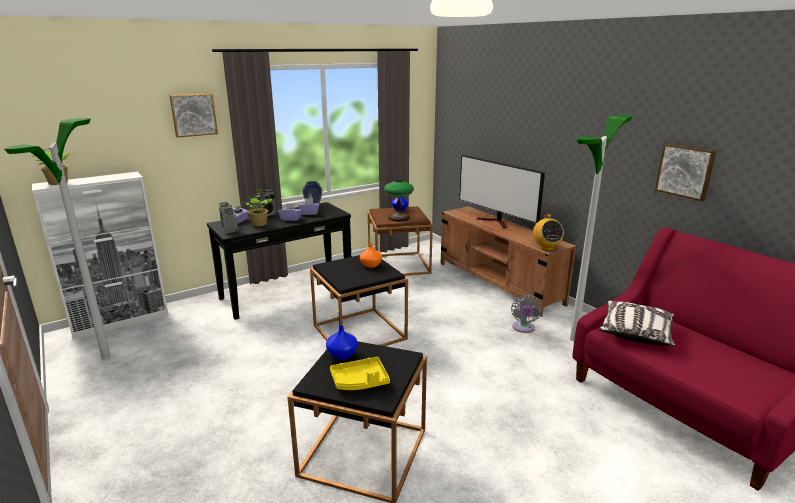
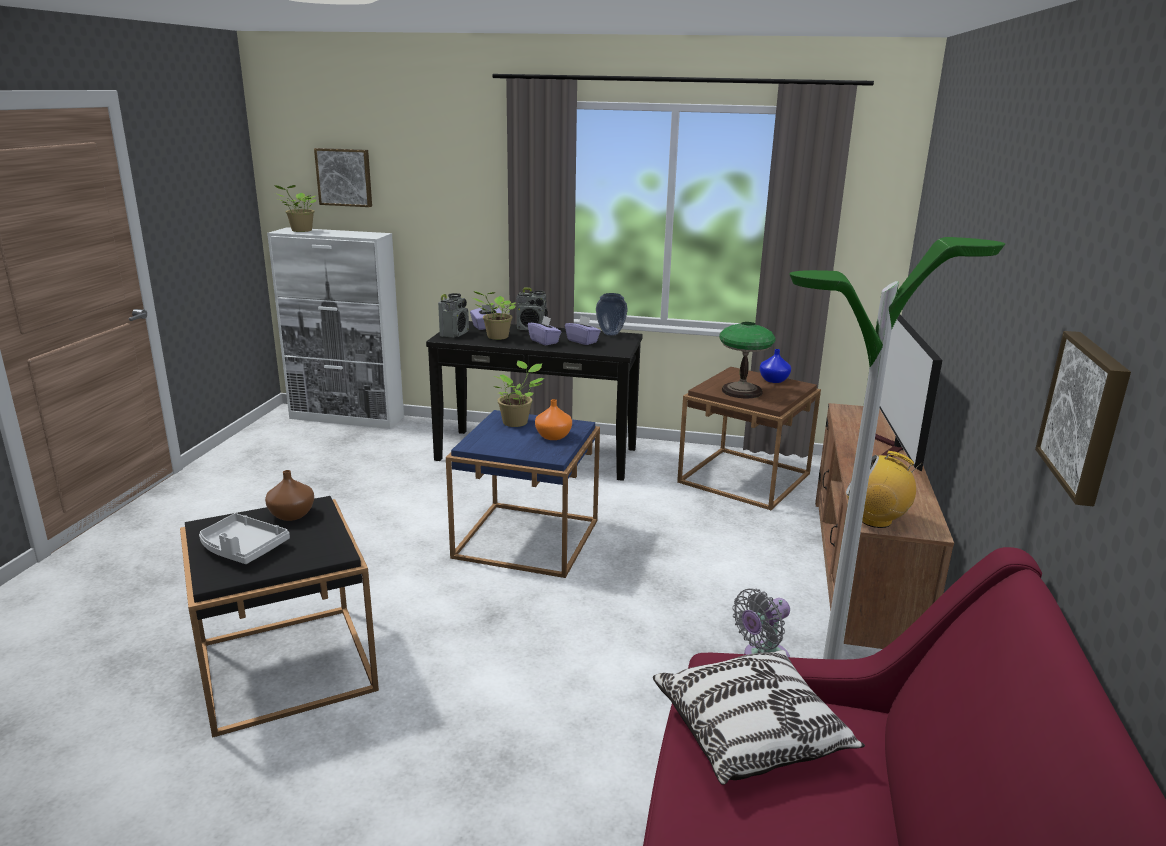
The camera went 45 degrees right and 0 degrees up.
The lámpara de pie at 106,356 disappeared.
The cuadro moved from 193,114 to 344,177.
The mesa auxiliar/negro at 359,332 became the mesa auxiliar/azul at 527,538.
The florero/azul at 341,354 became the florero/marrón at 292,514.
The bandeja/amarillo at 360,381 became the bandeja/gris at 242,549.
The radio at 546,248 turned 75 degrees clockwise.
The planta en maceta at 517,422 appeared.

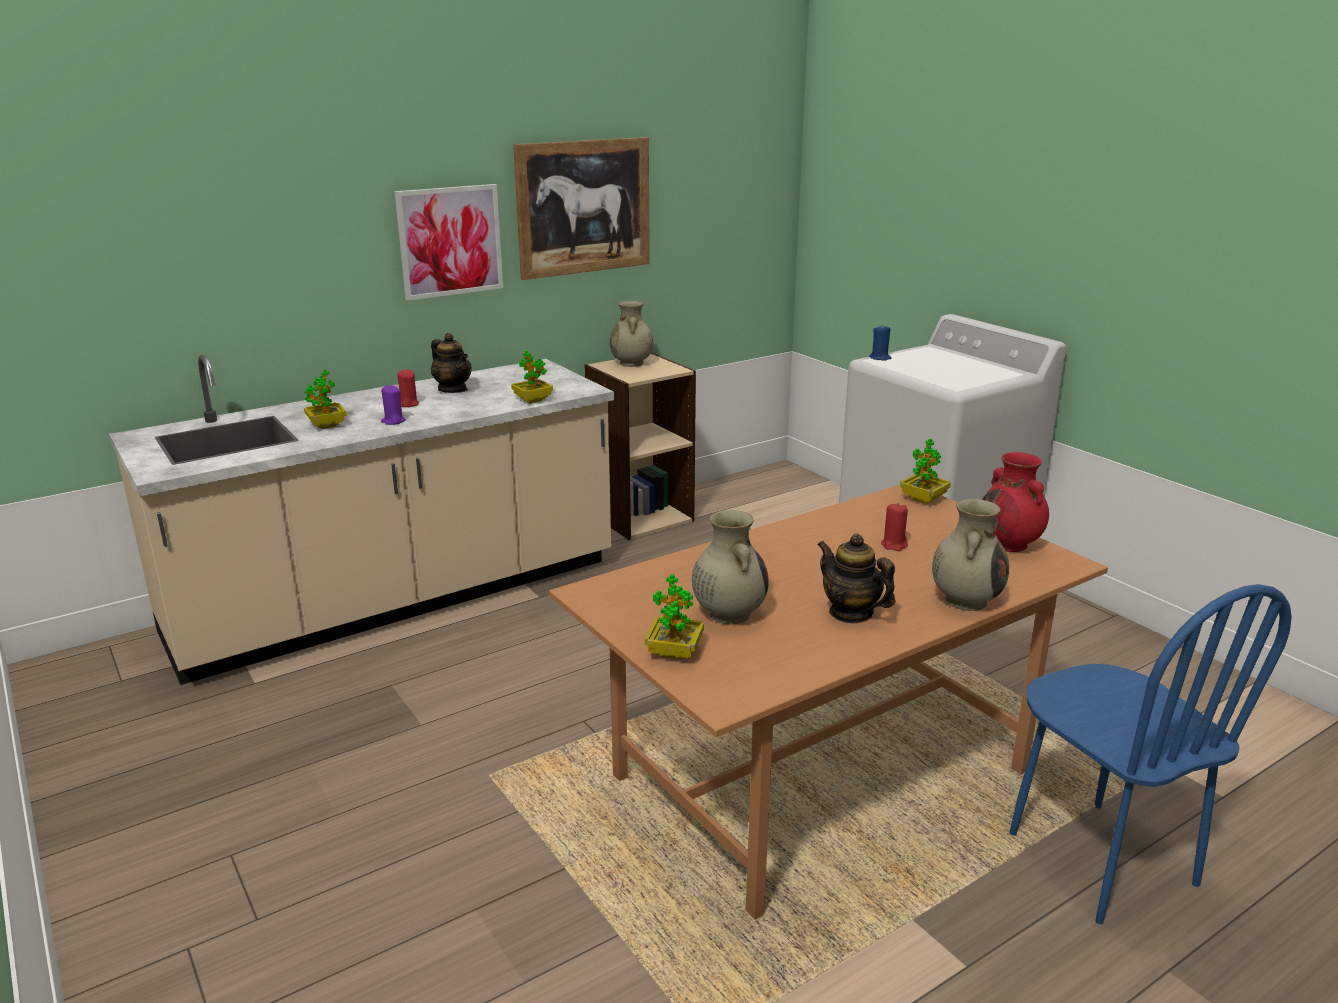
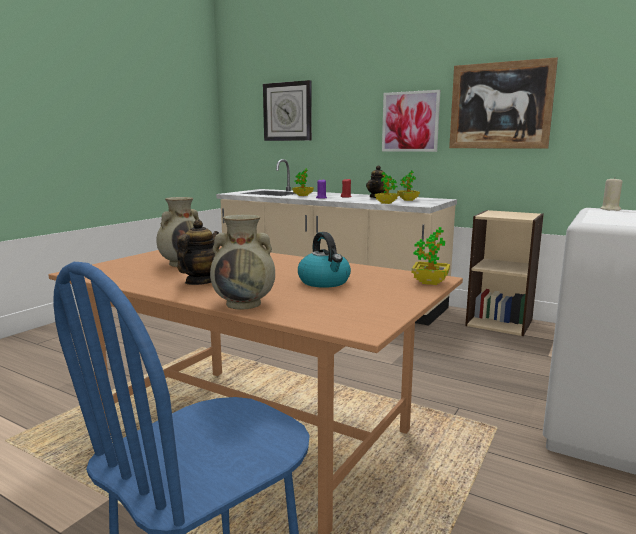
The camera went 65 degrees right and 10 degrees down.
The florero/beis at 632,363 disappeared.
The planta en maceta moved from 674,652 to 408,200.
The vela/azul at 880,358 became the vela/beis at 610,209.
The vela/rojo at 894,545 was replaced by the hervidor at 324,282.
The florero/rojo at 1009,544 disappeared.
The reloj de pared at 287,111 appeared.

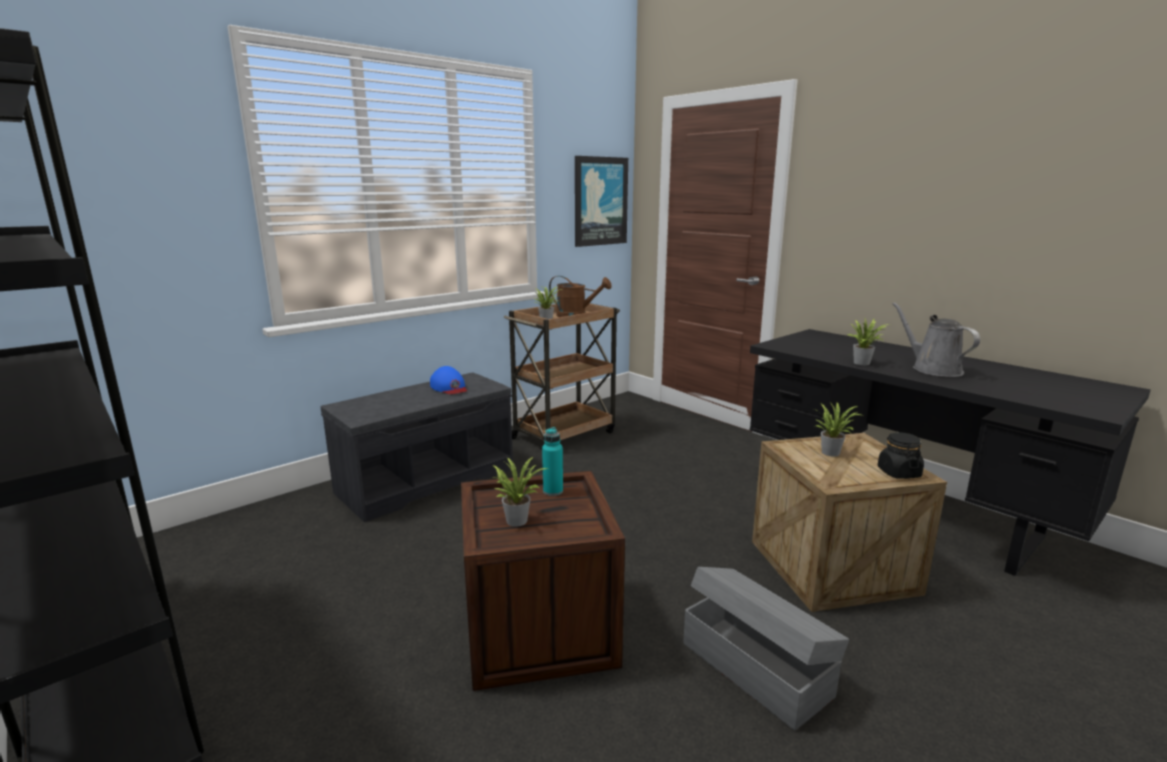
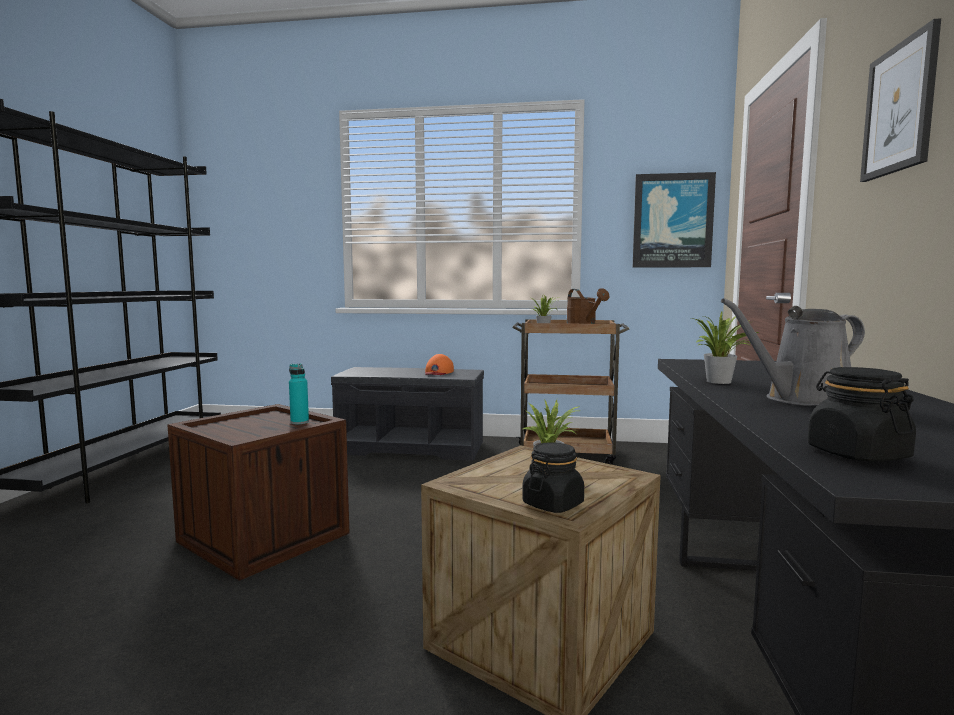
The camera went 50 degrees right and 10 degrees down.
The gorra/azul at 449,387 became the gorra/naranja at 438,372.
The planta en maceta at 517,519 disappeared.
The caja de almacenaje/gris at 755,667 disappeared.
The regadera/gris at 932,369 turned 135 degrees counterclockwise.
The tarro/negro at 856,454 appeared.
The cuadro at 899,108 appeared.

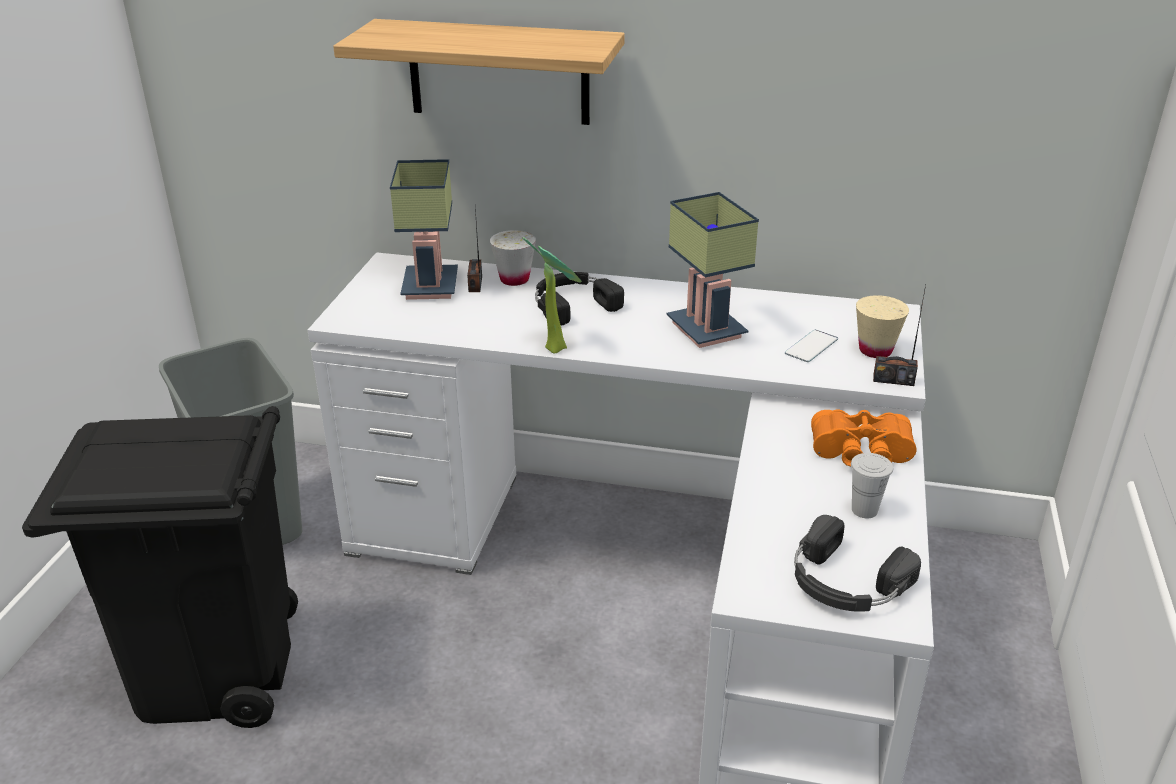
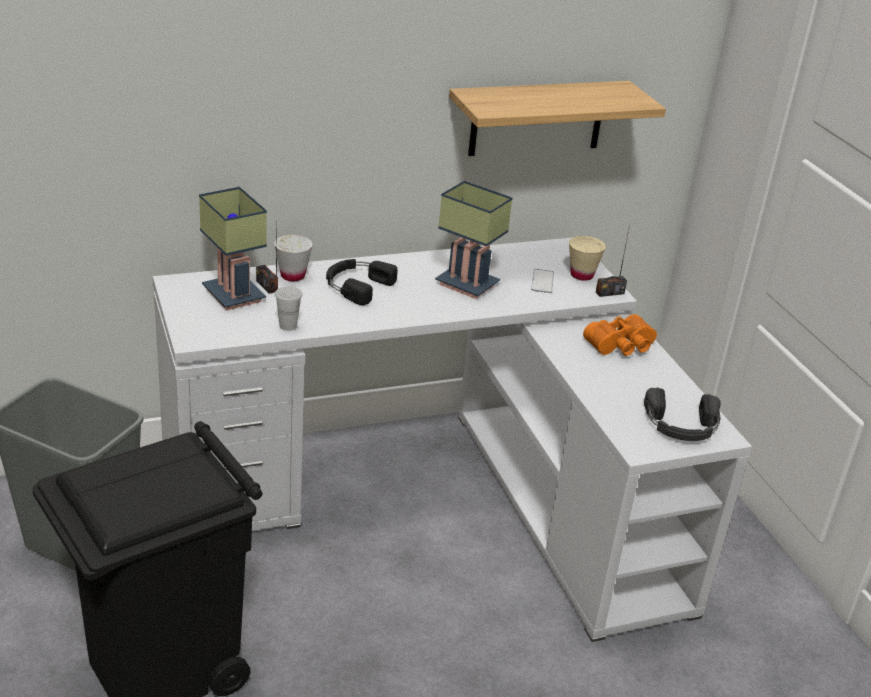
The camera went 35 degrees left and 0 degrees up.
The estante moved from 498,72 to 537,118.
The planta en maceta at 556,346 disappeared.
The taza/blanco moved from 864,510 to 288,326.

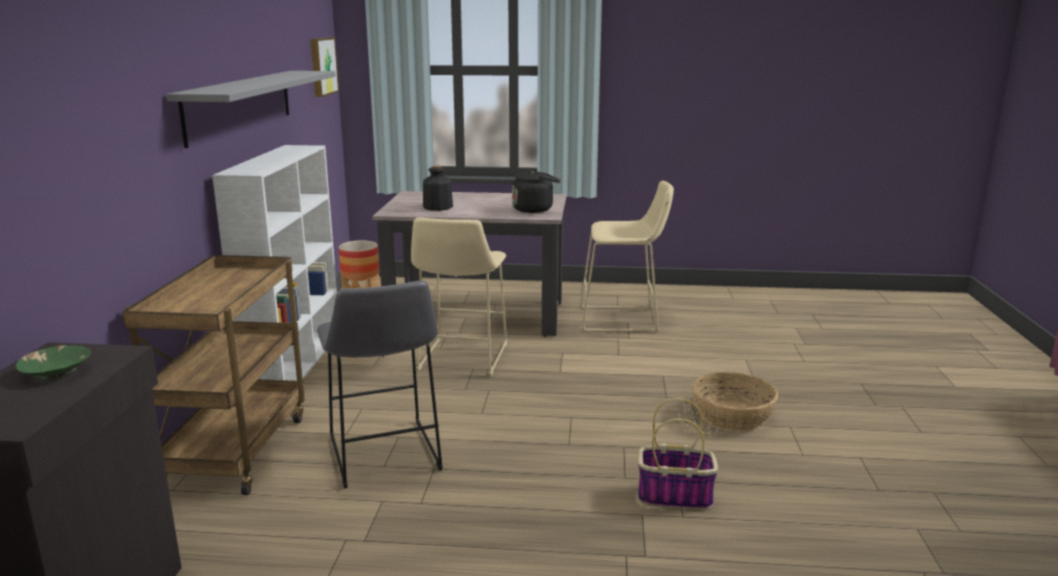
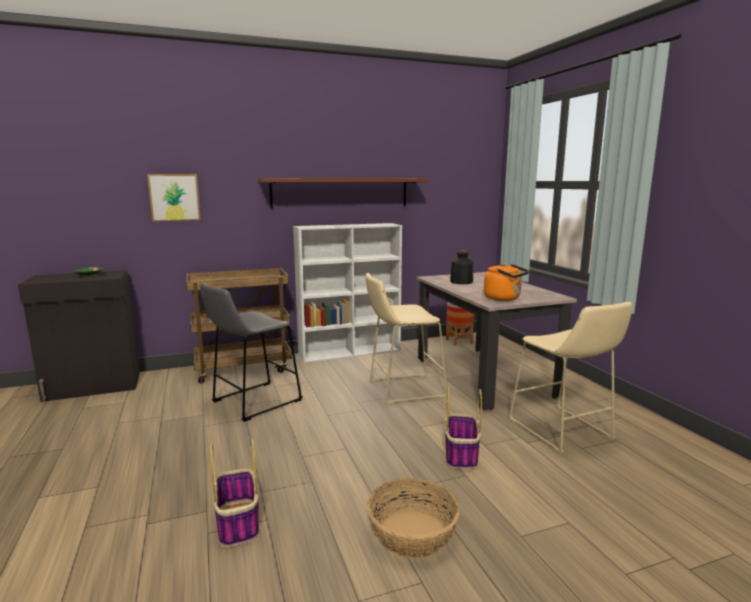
The camera went 65 degrees right and 5 degrees down.
The estante/gris at 240,105 became the estante/marrón at 340,192.
The cuadro moved from 322,66 to 174,197.
The hervidor/negro at 535,209 became the hervidor/naranja at 504,298.
The cesta at 461,455 appeared.

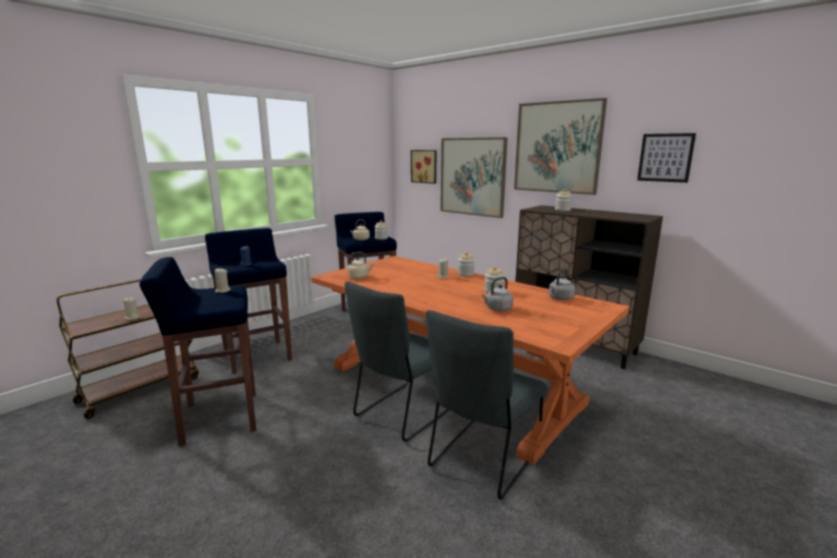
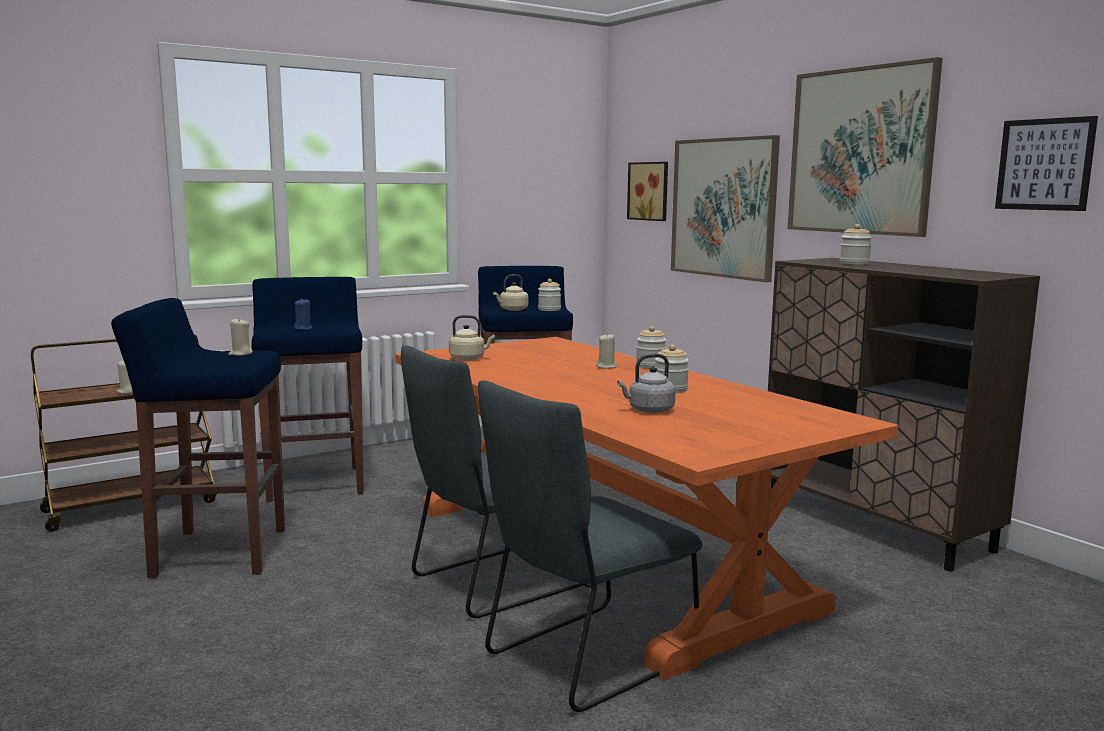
The camera went 15 degrees right and 5 degrees down.
The hervidor/gris at 560,298 disappeared.

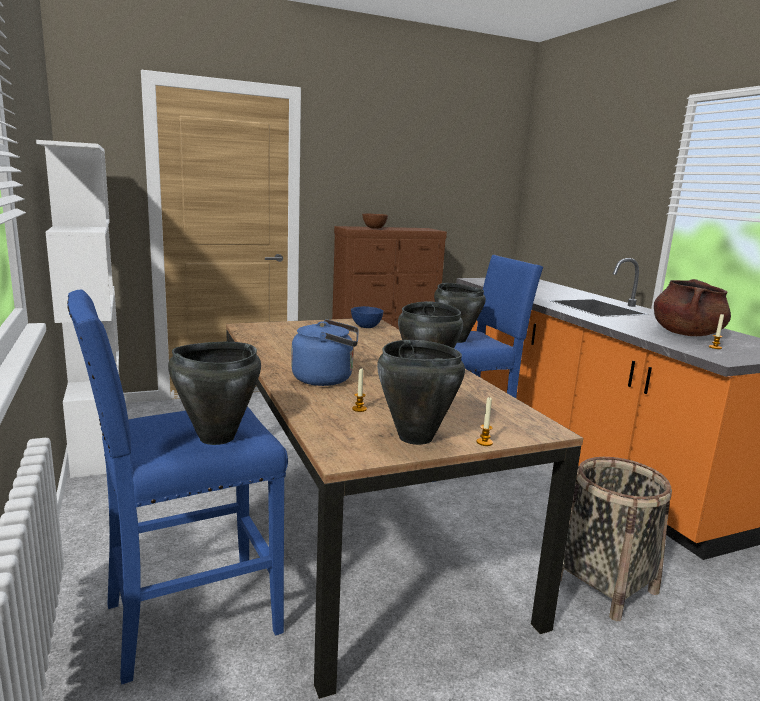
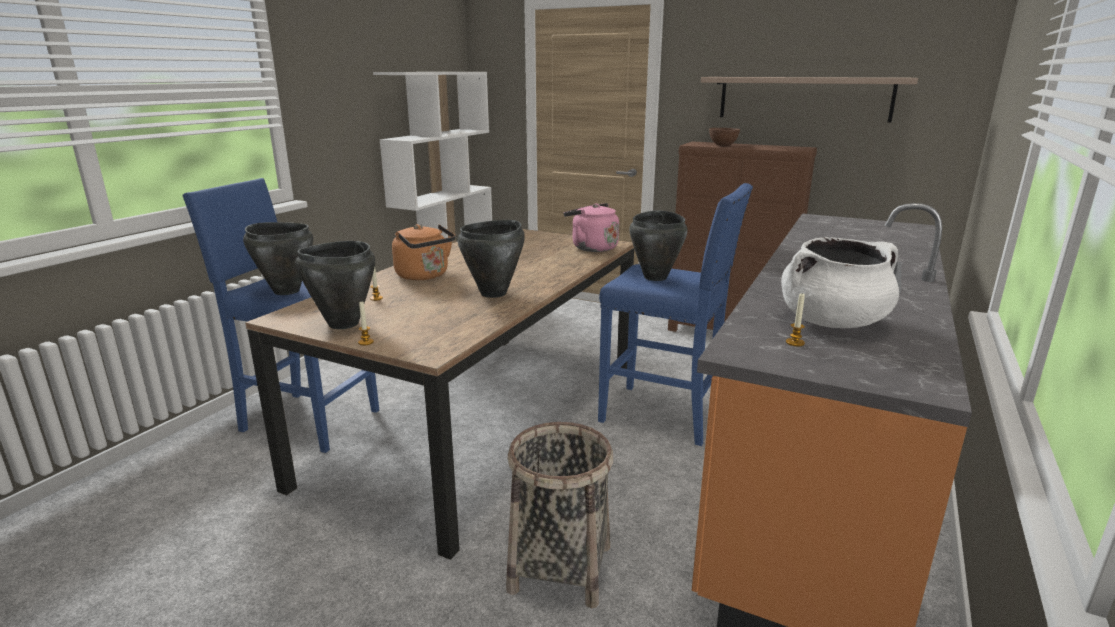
The camera went 50 degrees right and 5 degrees up.
The hervidor/azul at 326,379 became the hervidor/naranja at 424,276.
The cuenco/azul at 366,327 was replaced by the hervidor/rosa at 591,248.
The olla/marrón at 686,334 became the olla/blanco at 832,322.
The estante at 804,98 appeared.

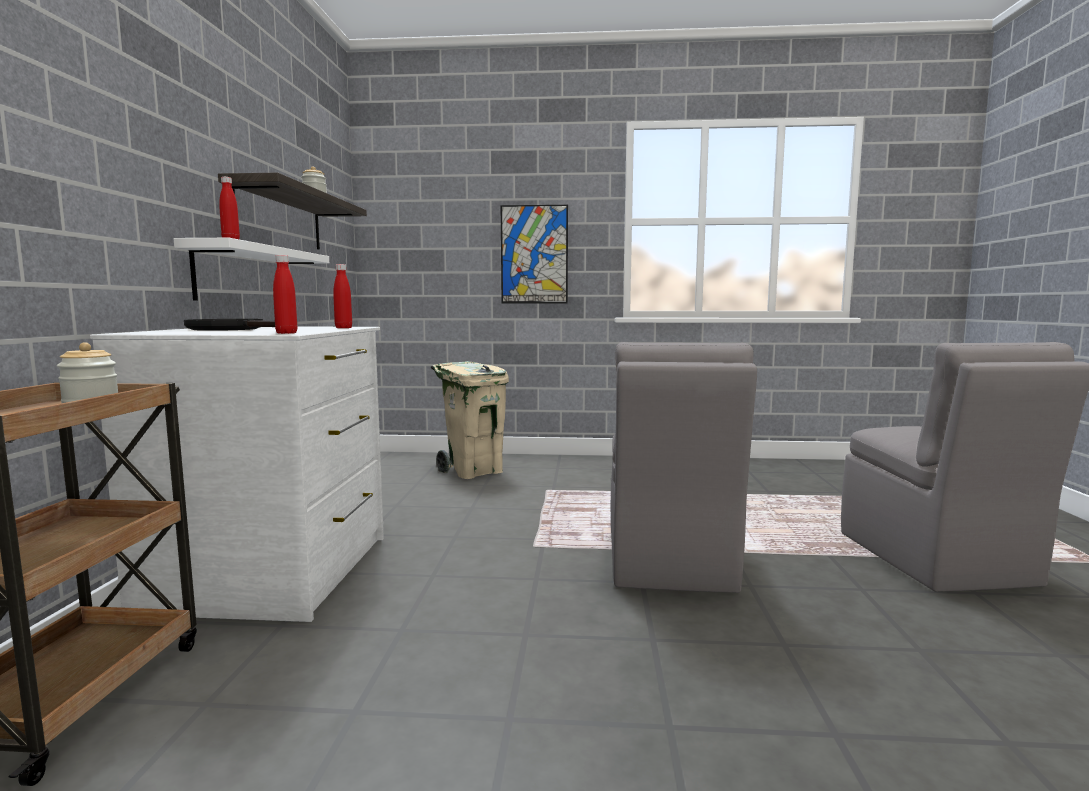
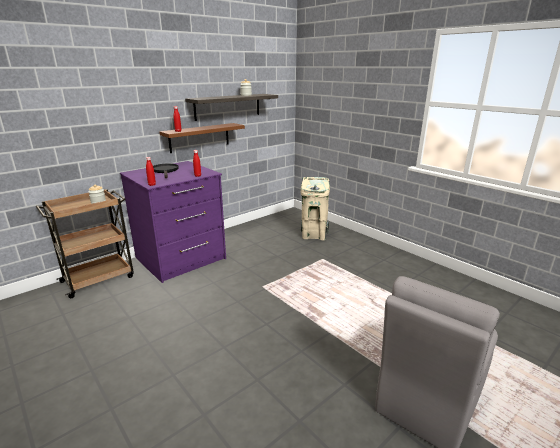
The camera went 45 degrees right and 15 degrees up.
The cómoda/blanco at 274,572 became the cómoda/morado at 181,259.
The estante/blanco at 241,274 became the estante/marrón at 199,137.
The cuadro at 534,254 disappeared.
The silla/gris at 669,561 disappeared.

